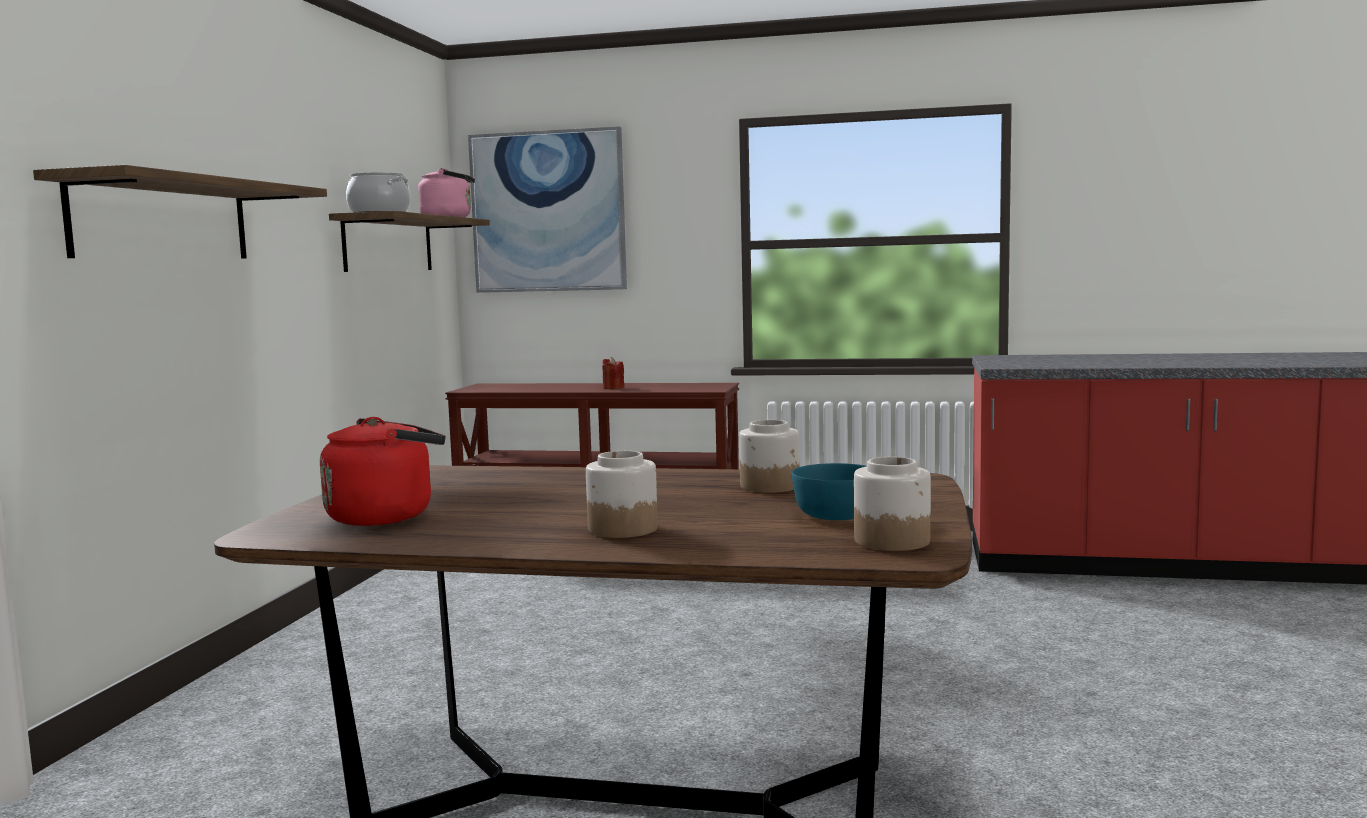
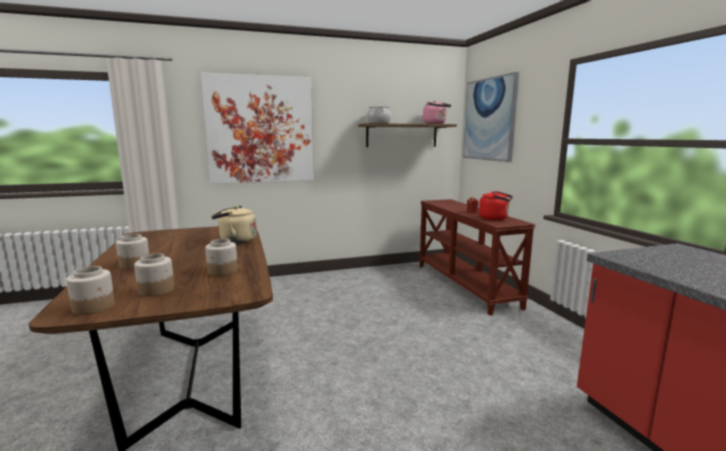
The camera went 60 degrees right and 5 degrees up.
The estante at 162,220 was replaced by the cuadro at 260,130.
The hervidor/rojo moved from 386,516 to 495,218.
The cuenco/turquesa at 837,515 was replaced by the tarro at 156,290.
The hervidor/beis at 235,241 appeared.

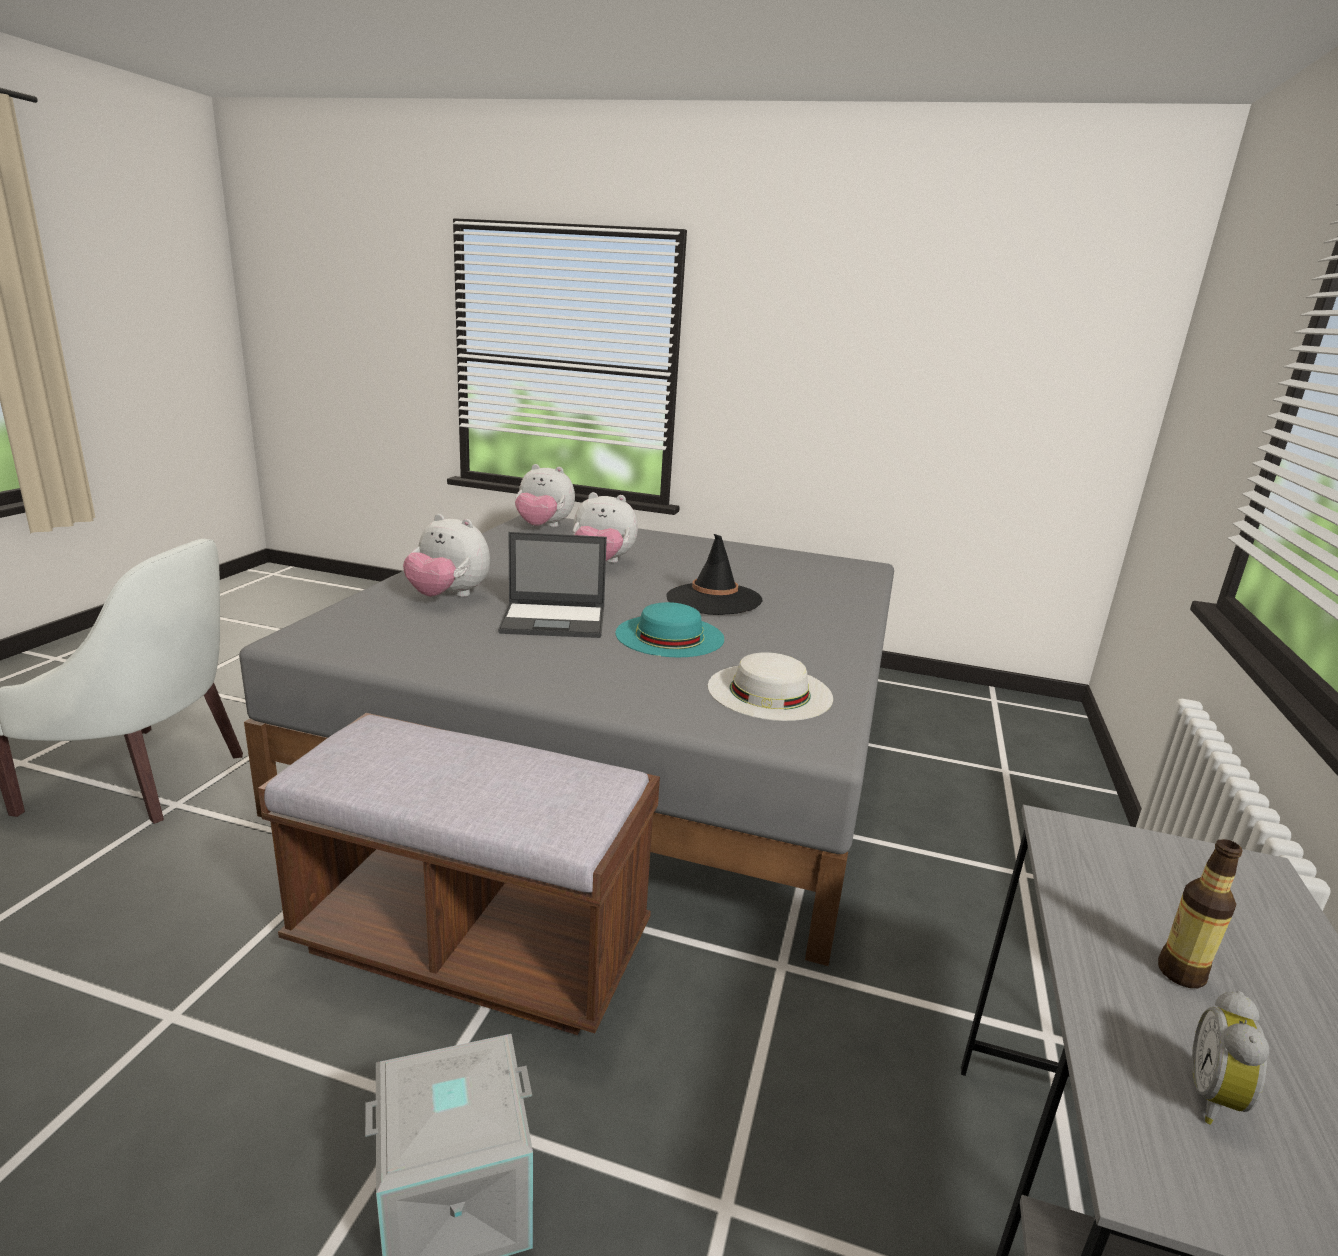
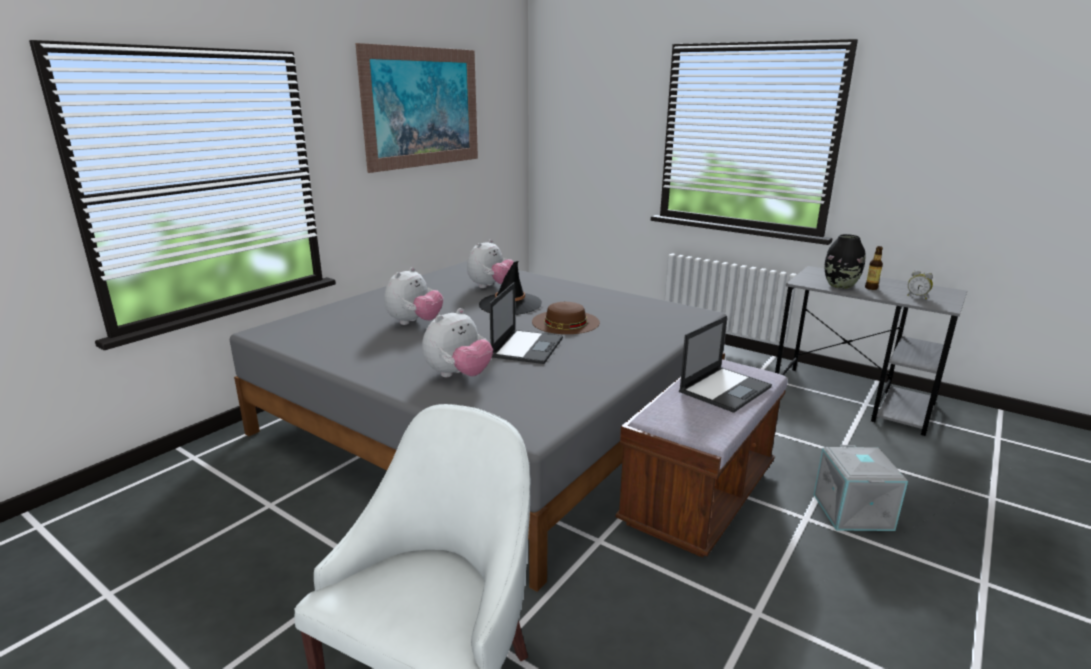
The camera went 70 degrees left and 0 degrees up.
The peluche moved from 543,527 to 491,287.
The sombrero/turquesa at 669,635 became the sombrero/marrón at 565,322.
The sombrero/blanco at 770,691 disappeared.
The cuadro at 423,107 appeared.
The portátil at 725,389 appeared.
The florero/negro at 840,286 appeared.

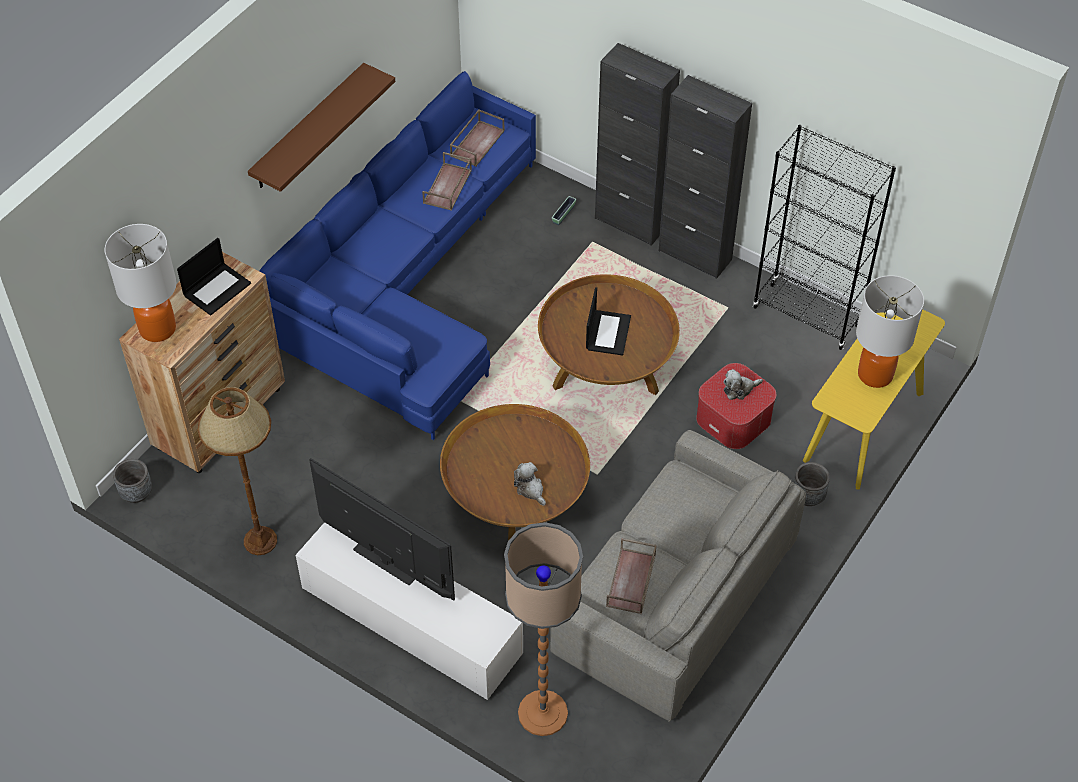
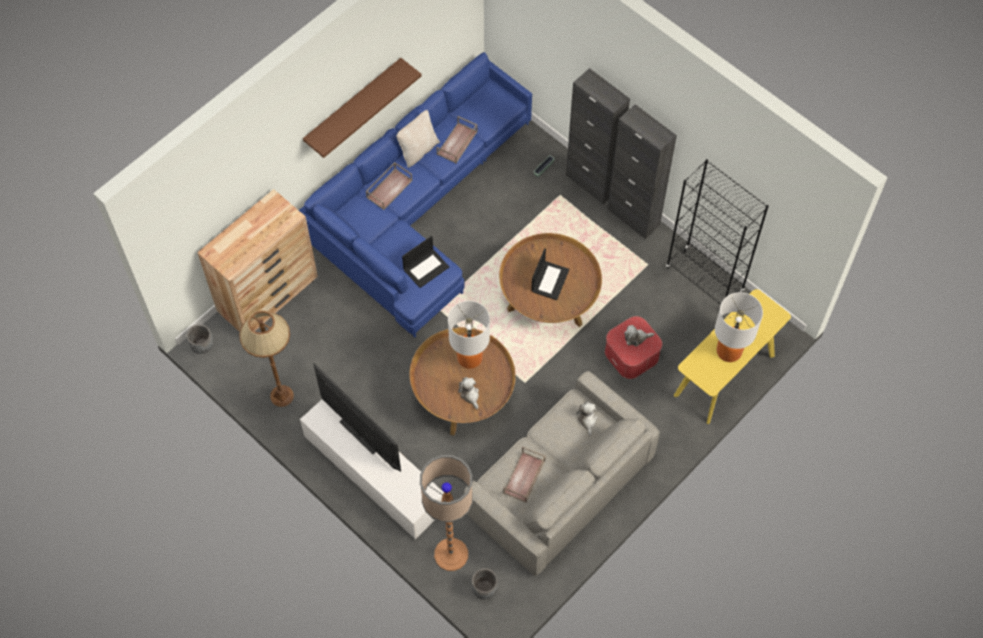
The camera went 10 degrees right and 10 degrees up.
The lámpara de mesa moved from 158,328 to 470,357.
The portátil moved from 217,288 to 426,268.
The bandeja/marrón moved from 477,142 to 389,188.
The maceta/gris moved from 808,496 to 484,589.
The cojín/beis at 418,150 appeared.
The peluche at 587,420 appeared.

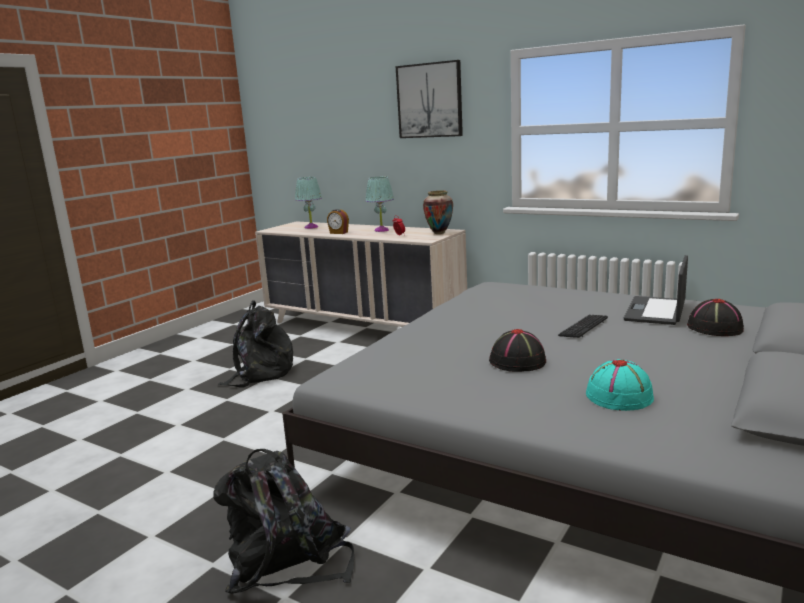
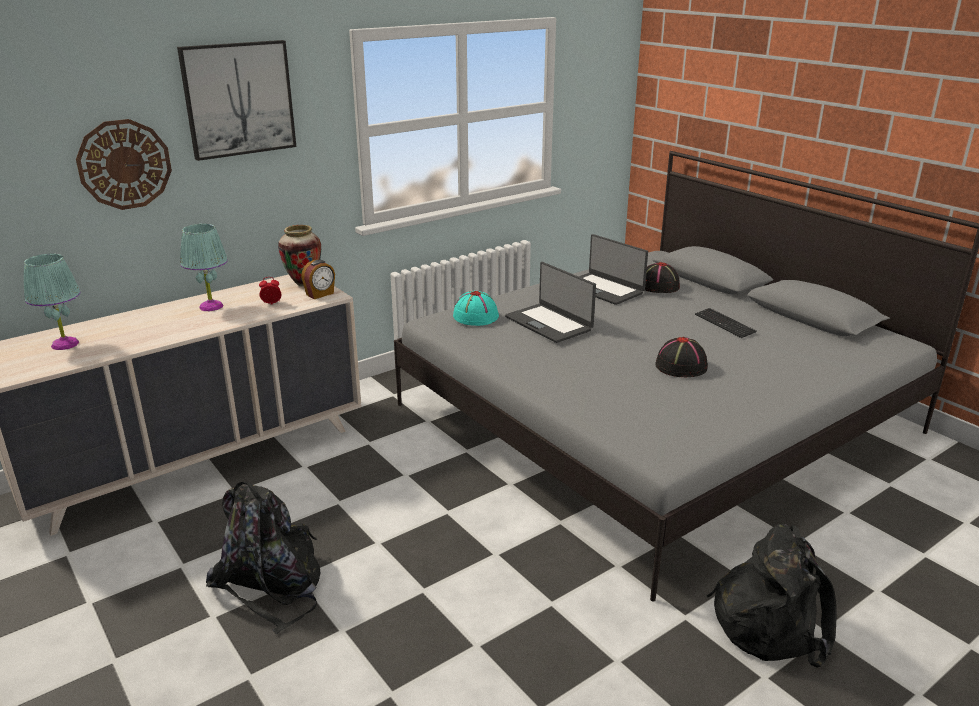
The camera went 70 degrees left and 10 degrees up.
The despertador moved from 338,233 to 320,294.
The teclado moved from 583,327 to 724,324.
The sombrero/turquesa moved from 619,396 to 475,316.
The reloj de pared at 124,164 appeared.
The portátil at 549,323 appeared.

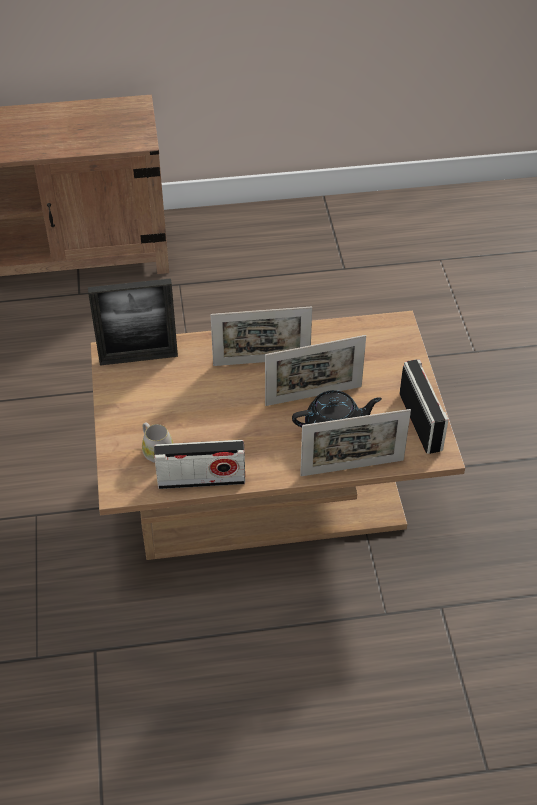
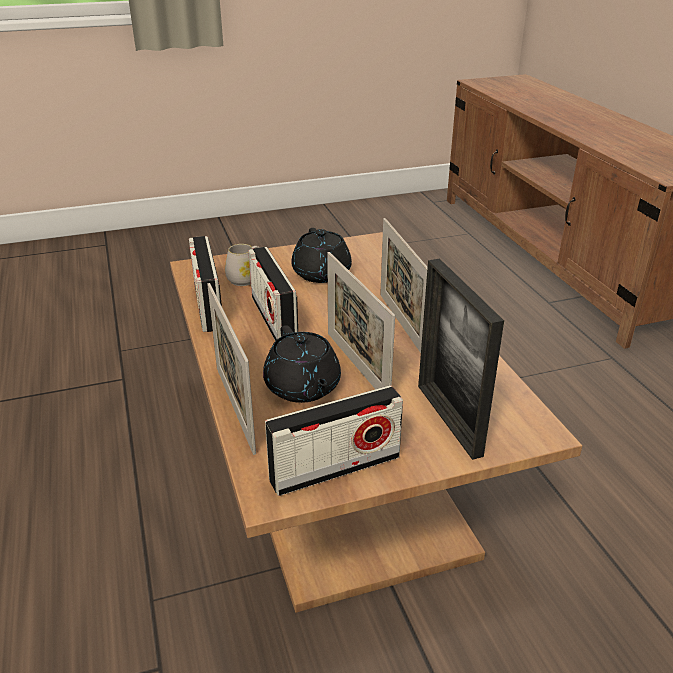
The camera went 80 degrees right and 15 degrees down.
The portarretratos moved from 138,358 to 448,419.
The radio at 274,319 appeared.
The tetera/negro at 321,274 appeared.

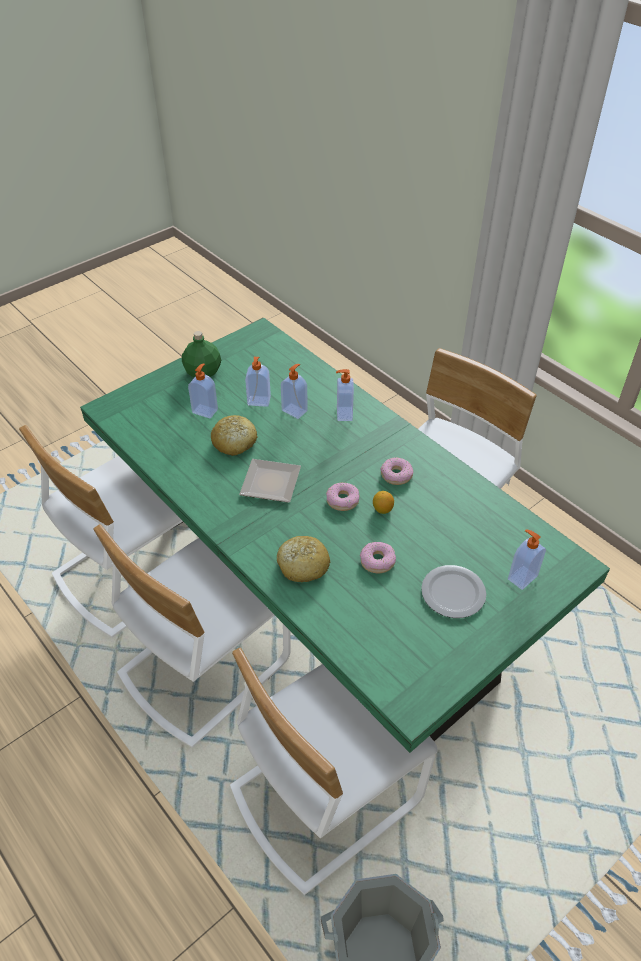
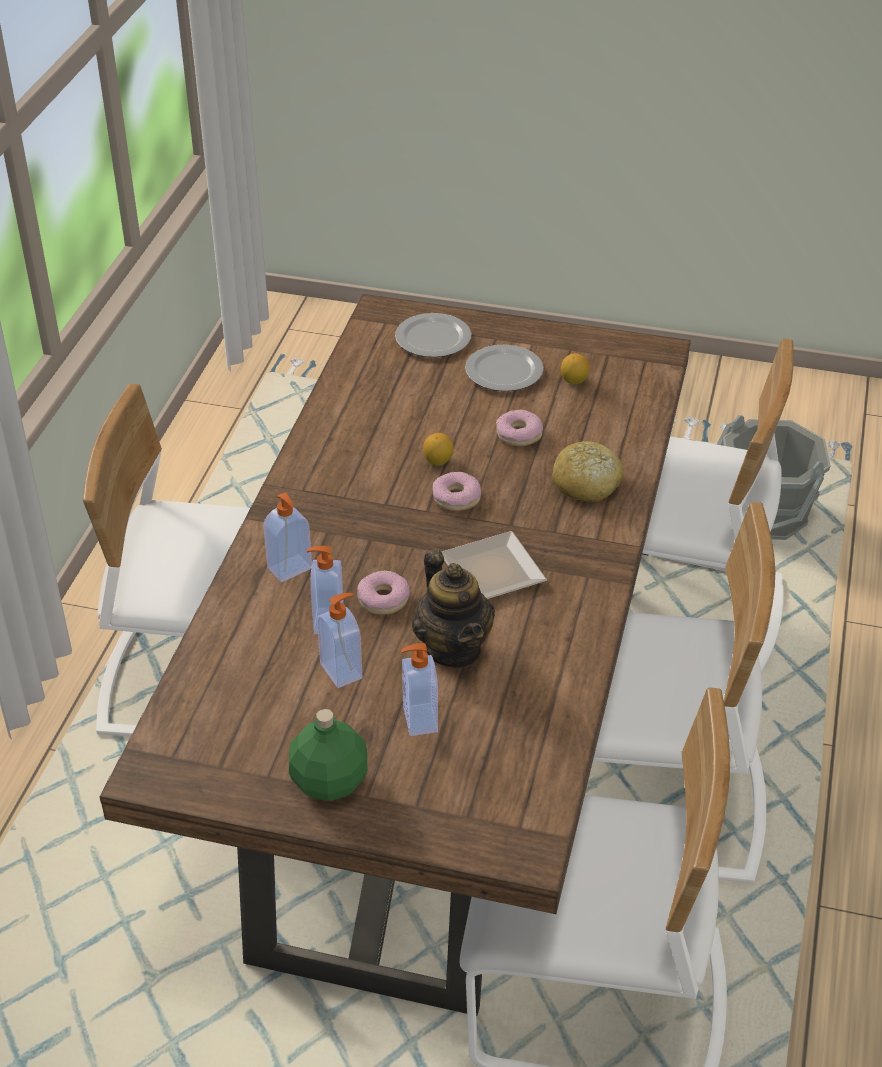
The camera went 125 degrees left and 5 degrees down.
The mesa de comedor/verde at 322,600 became the mesa de comedor/marrón at 439,742.
The pan at 234,442 was replaced by the tetera at 453,648.
The rosquilla moved from 396,475 to 383,599.
The dispensador de jabón at 521,577 was replaced by the plato at 434,338.
The limón at 574,381 appeared.

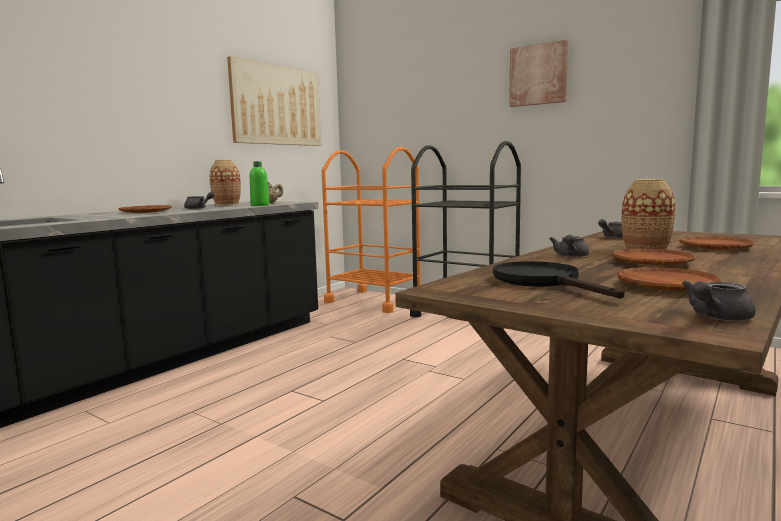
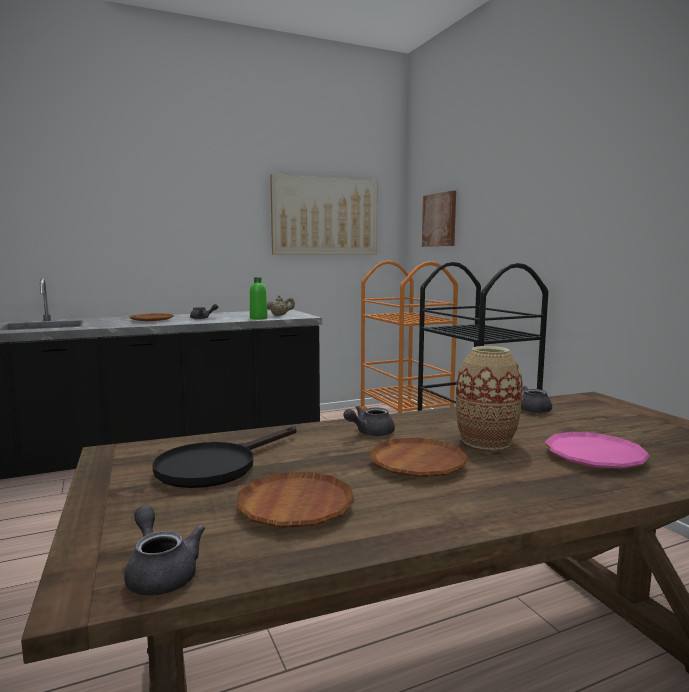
The camera went 30 degrees right and 0 degrees up.
The florero at 227,204 disappeared.
The sartén/negro at 544,282 turned 150 degrees counterclockwise.
The cuadro moved from 538,75 to 440,220.
The plato/marrón at 715,247 became the plato/rosa at 594,457.
The tetera/gris at 716,317 turned 60 degrees clockwise.

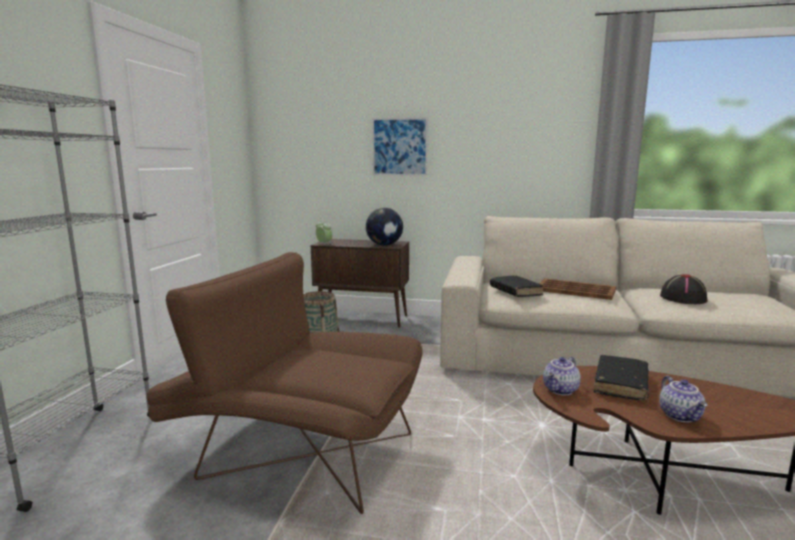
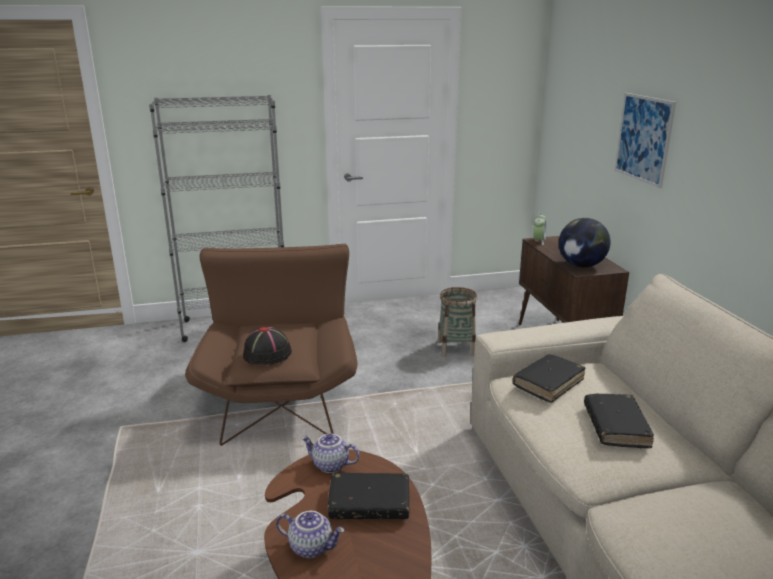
The camera went 65 degrees right and 10 degrees up.
The bandeja/marrón at 576,290 was replaced by the libro/negro at 615,427.
The tetera at 681,416 turned 135 degrees counterclockwise.
The sombrero/negro moved from 683,298 to 267,354.

